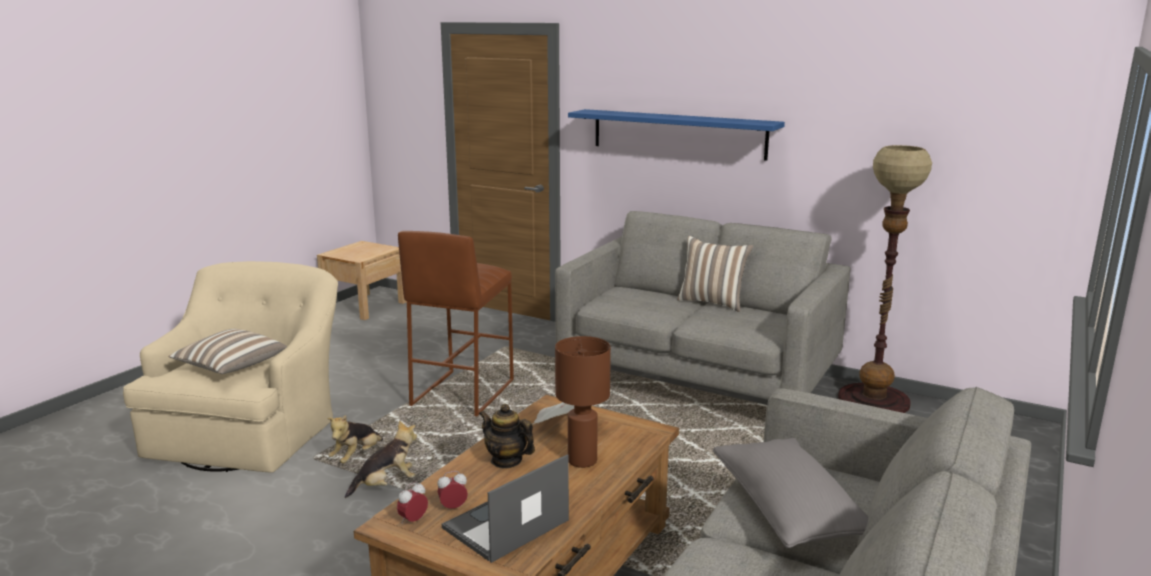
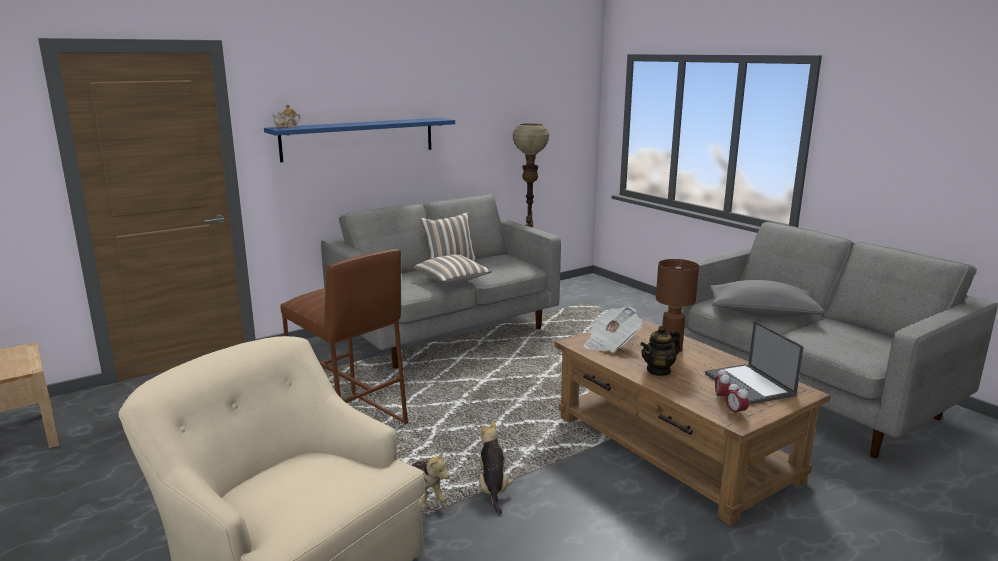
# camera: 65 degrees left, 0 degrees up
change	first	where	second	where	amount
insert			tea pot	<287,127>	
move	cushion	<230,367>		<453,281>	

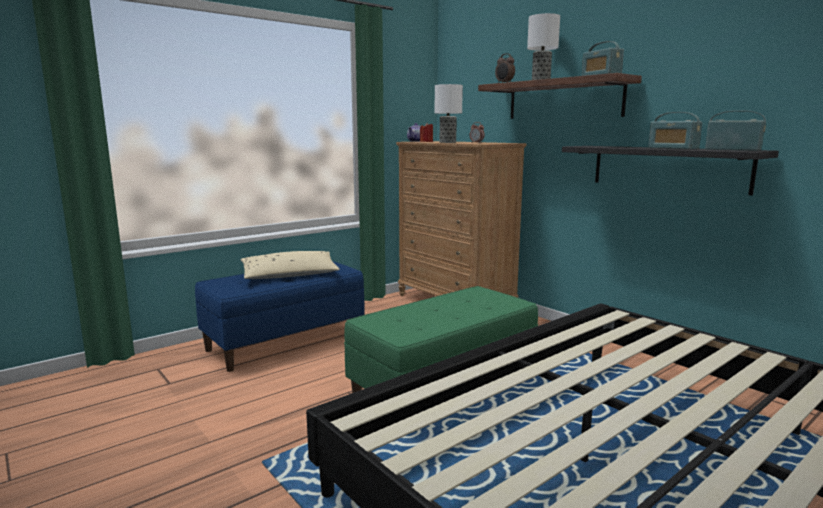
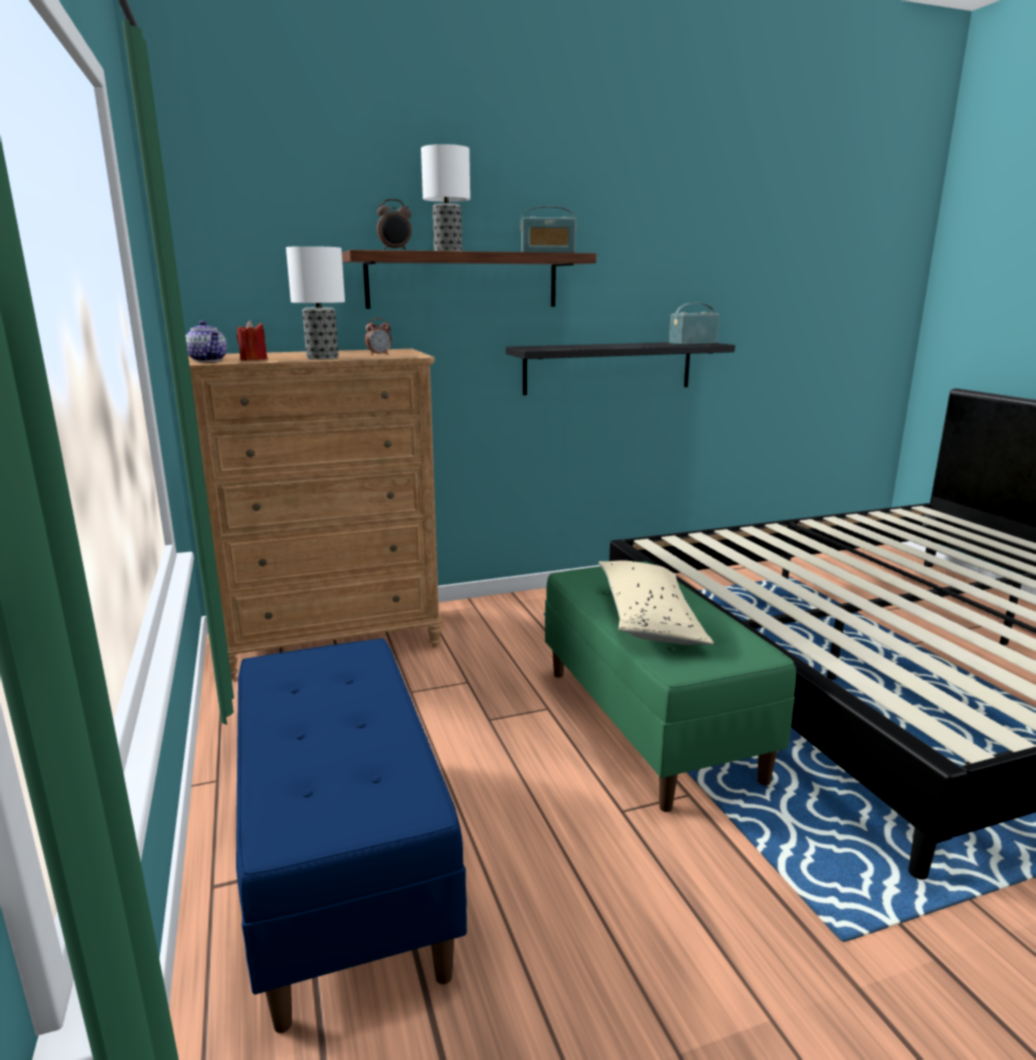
# camera: 70 degrees left, 5 degrees up
change	first	where	second	where	amount
move	beige-coloured cushion	<290,275>		<649,618>	
delete	radio	<673,148>			

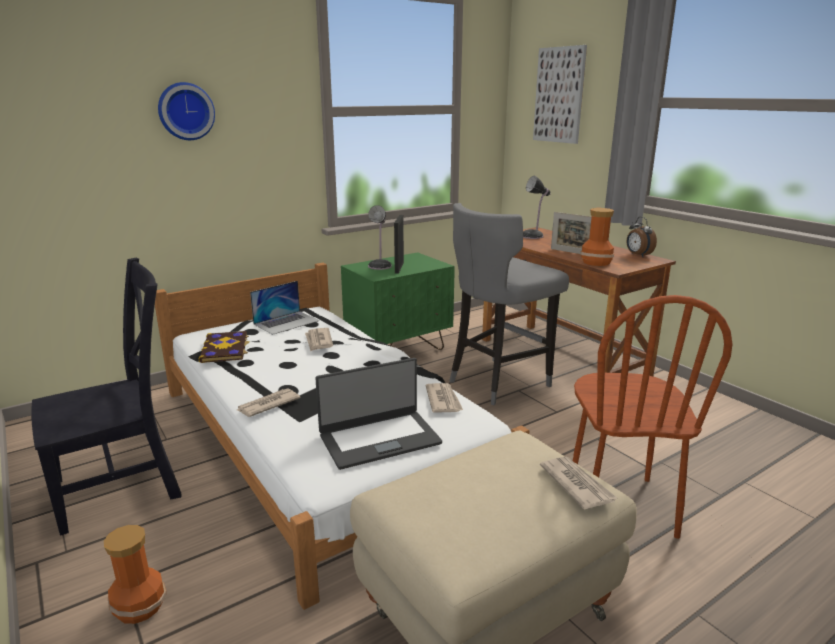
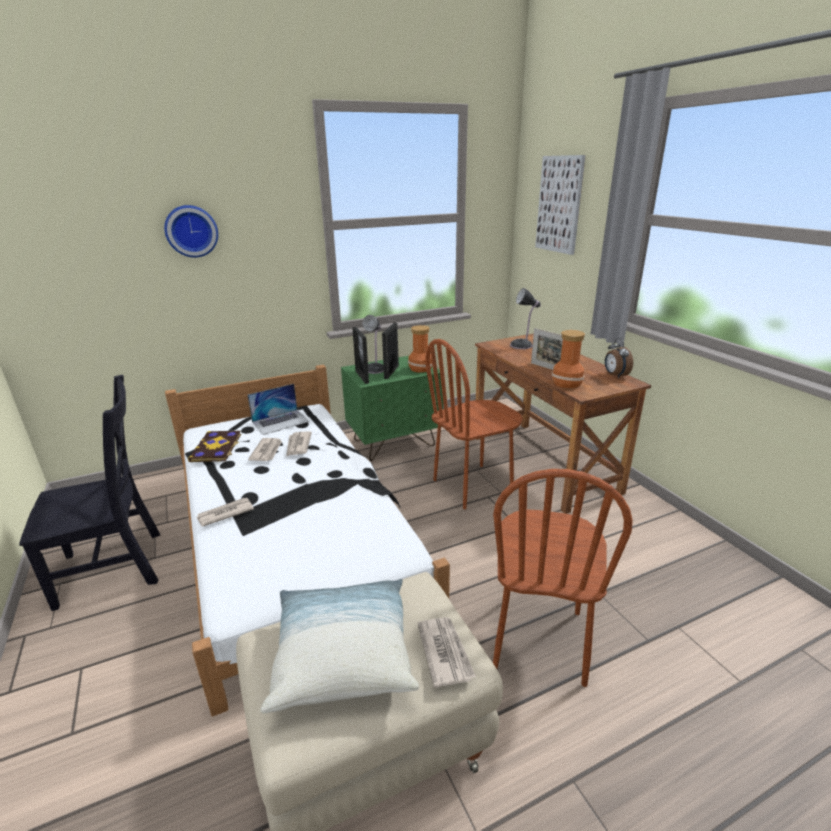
# camera: 10 degrees right, 5 degrees up
change	first	where	second	where	amount
move	daily paper	<443,400>		<267,451>	
insert			cushion	<343,655>	
insert			photo frame	<362,377>	
move	vase	<138,607>		<420,368>	
replace	gray stool	<498,381>	brownish plain chair	<472,485>	
delete	laptop	<379,439>			

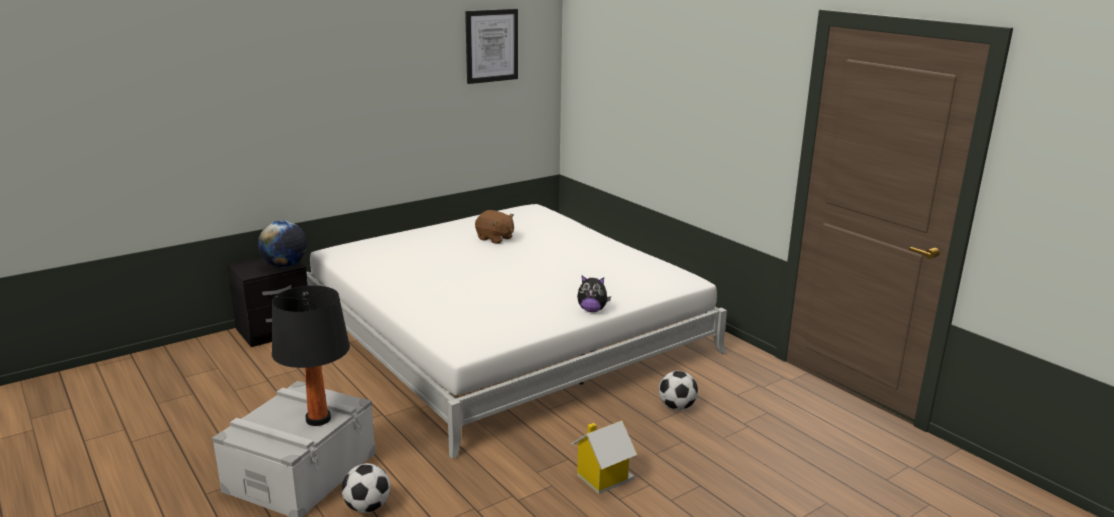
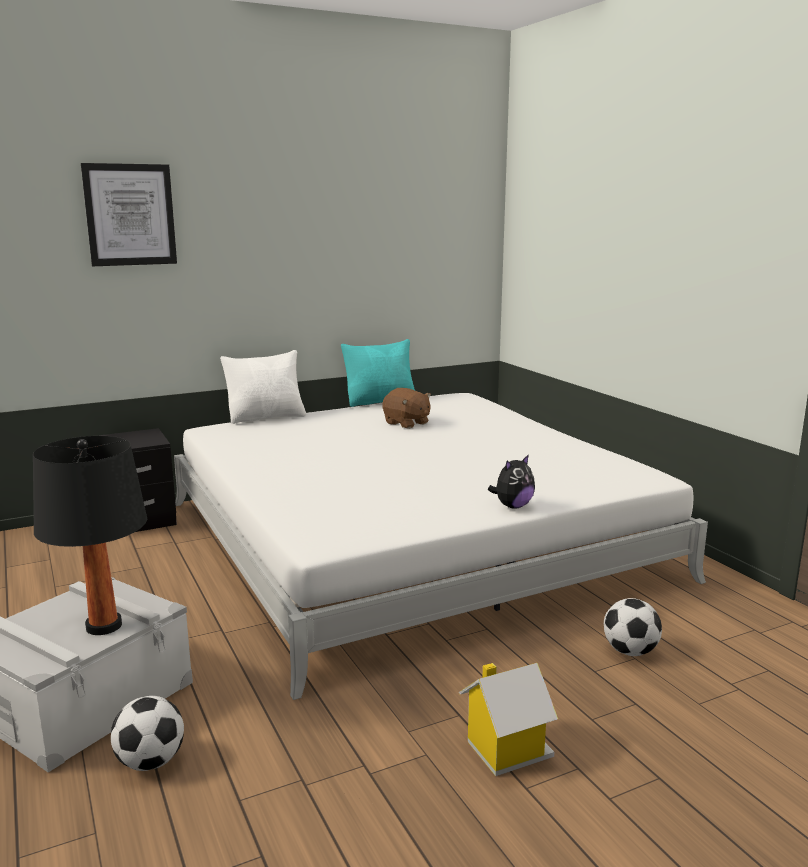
# camera: 10 degrees right, 5 degrees down
change	first	where	second	where	amount
move	wall art	<491,46>		<130,215>	
insert			white cushion	<266,417>	
insert			blue-green cushion	<381,402>	
rotate	soft toy	<592,310>		<512,506>	60 degrees counterclockwise
delete	world globe	<285,265>			

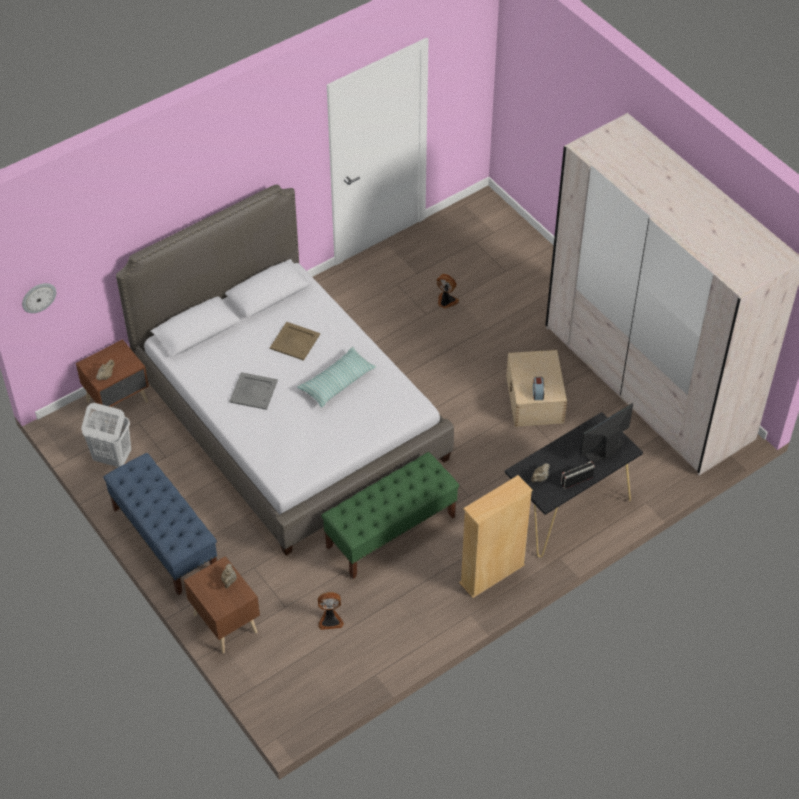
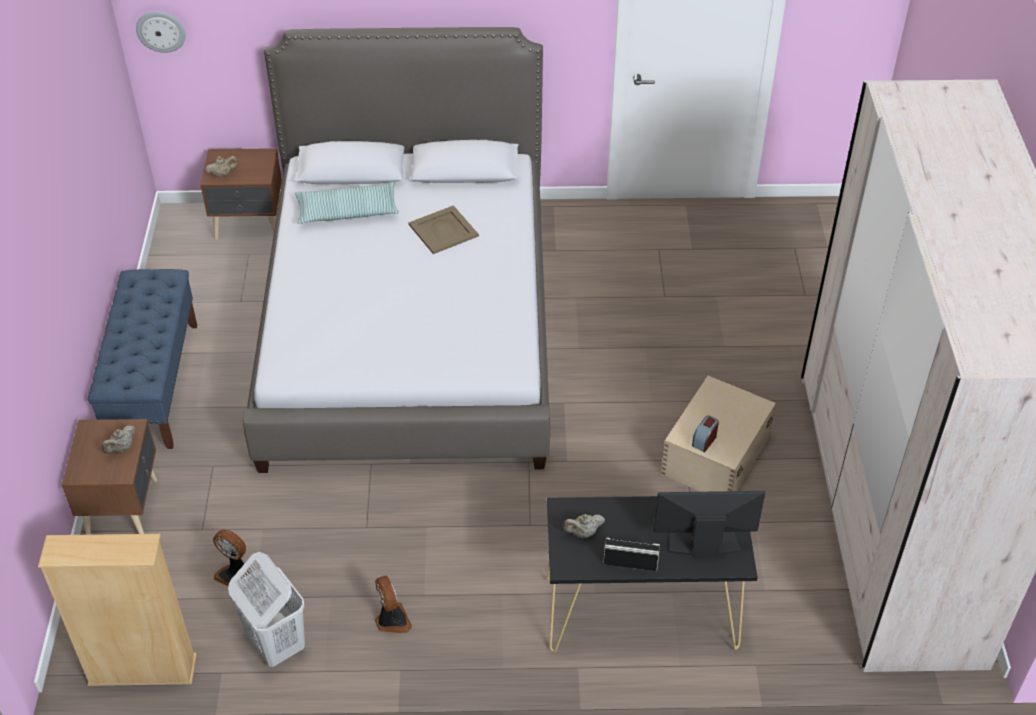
# camera: 35 degrees right, 5 degrees down
change	first	where	second	where	amount
move	beige-coloured bookcase	<492,574>		<142,670>	
move	white hamper	<112,457>		<276,644>	
move	cushion	<337,382>		<348,211>	
move	electric fan	<446,301>		<391,620>	
delete	gray serving tray	<254,391>			
delete	green long seat	<391,531>			

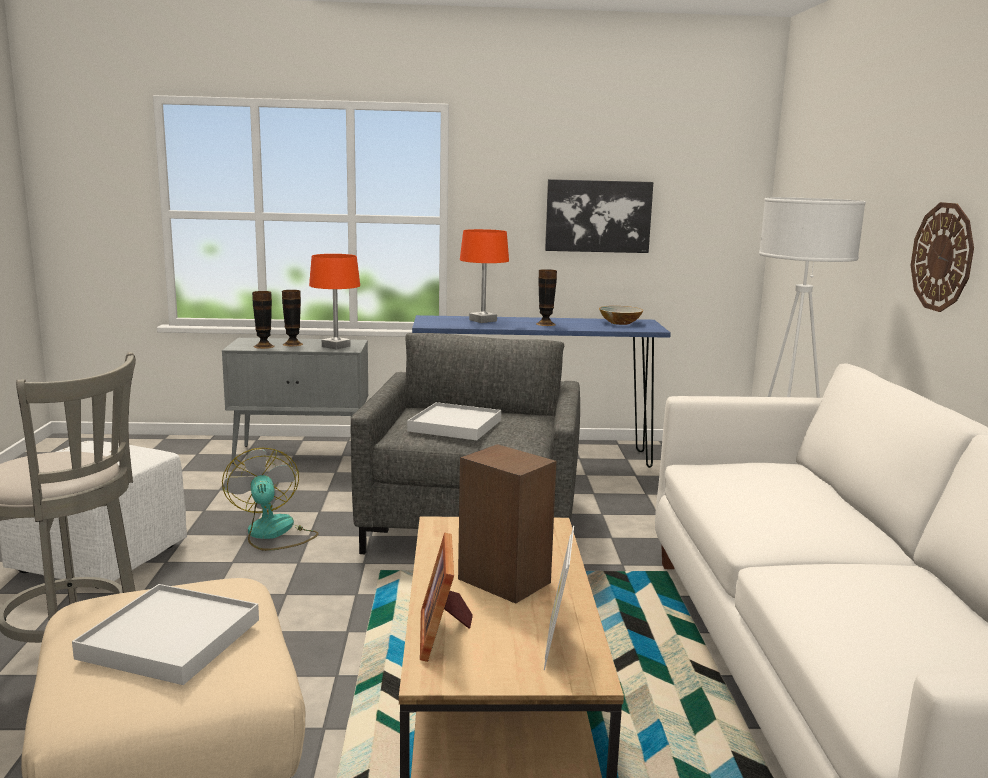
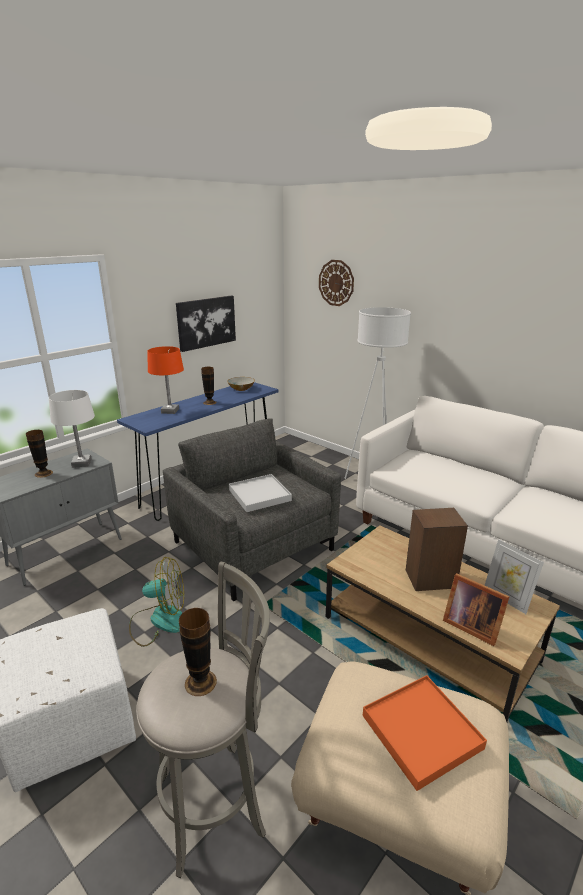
# camera: 45 degrees left, 10 degrees up
change	first	where	second	where	amount
recolor	orange table lamp	<335,346>	white table lamp	<81,463>	
rotate	electric fan	<273,533>		<159,620>	150 degrees clockwise
move	vase	<264,346>		<200,682>	
move	clock on the wall	<942,257>		<336,283>	
recolor	white serving tray	<170,639>	orange serving tray	<421,732>	

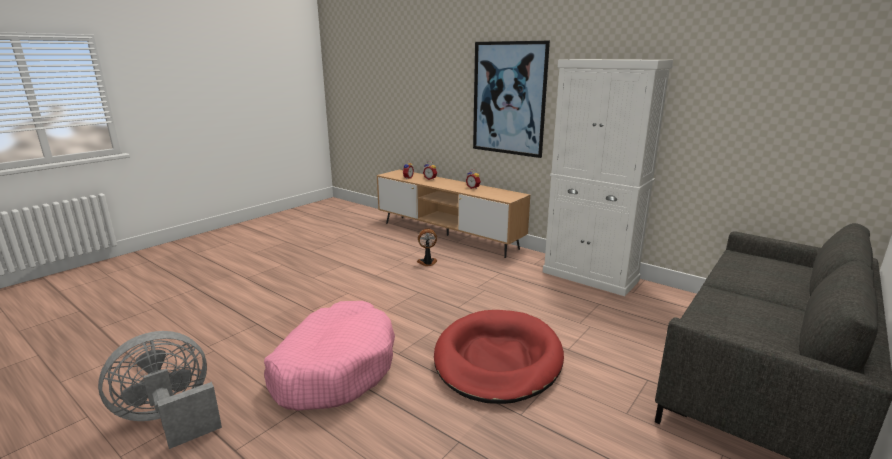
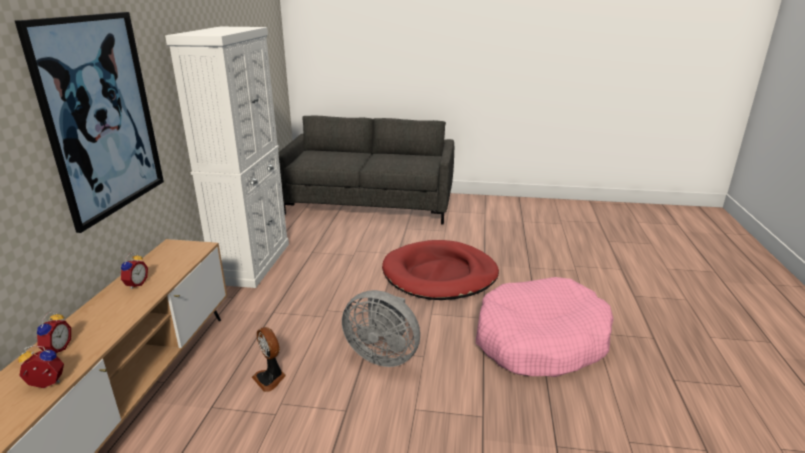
# camera: 120 degrees left, 5 degrees up
change	first	where	second	where	amount
move	gray electric fan	<170,419>		<383,355>	

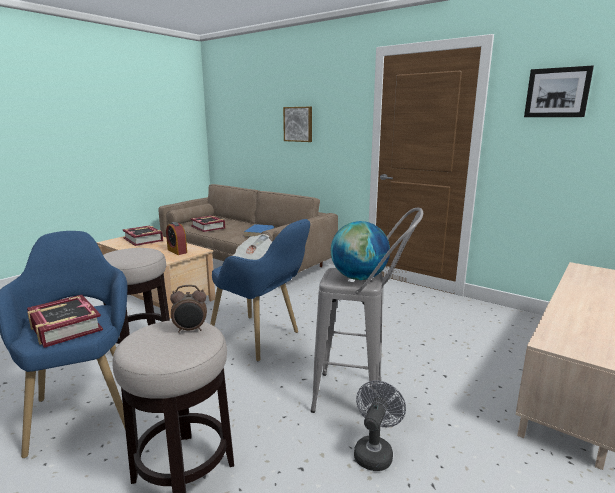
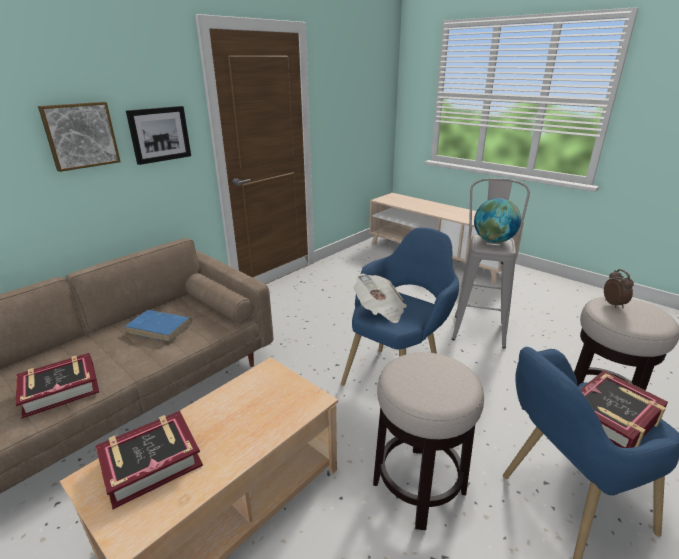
# camera: 85 degrees left, 10 degrees up
change	first	where	second	where	amount
move	wall art	<557,92>		<159,134>	
delete	bedside clock	<177,251>			
delete	gray electric fan	<374,451>			

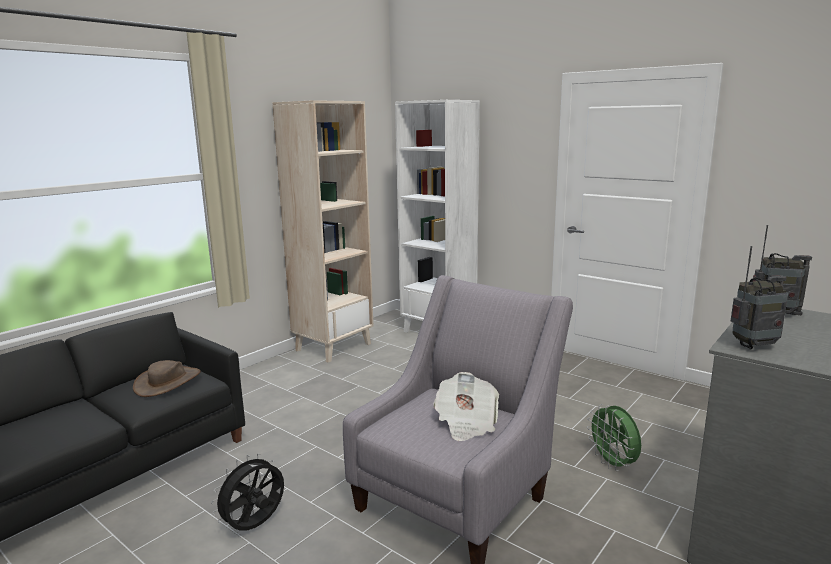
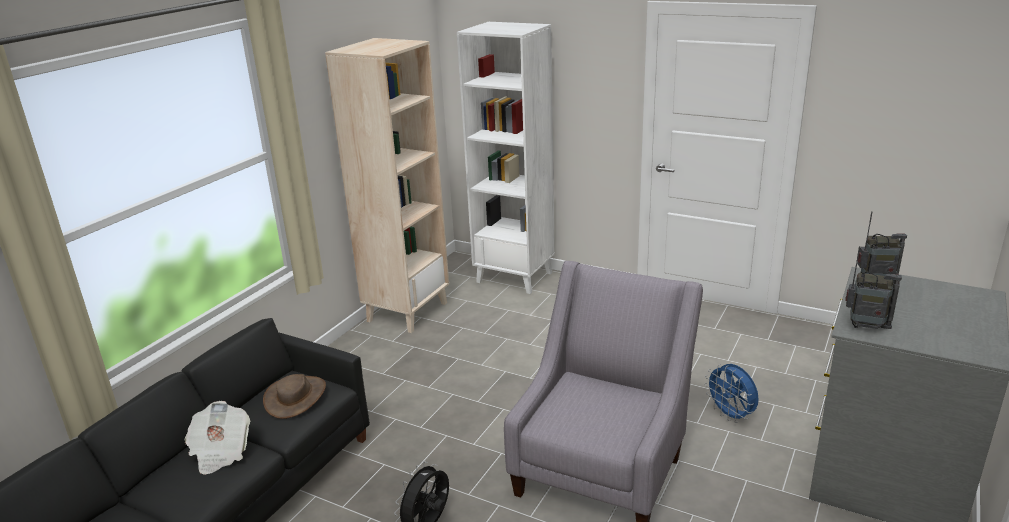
# camera: 10 degrees left, 10 degrees up
change	first	where	second	where	amount
move	daily paper	<466,423>		<220,451>	
recolor	green electric fan	<613,464>	blue-coloured electric fan	<731,415>	
rotate	radio	<754,346>		<866,327>	45 degrees clockwise

